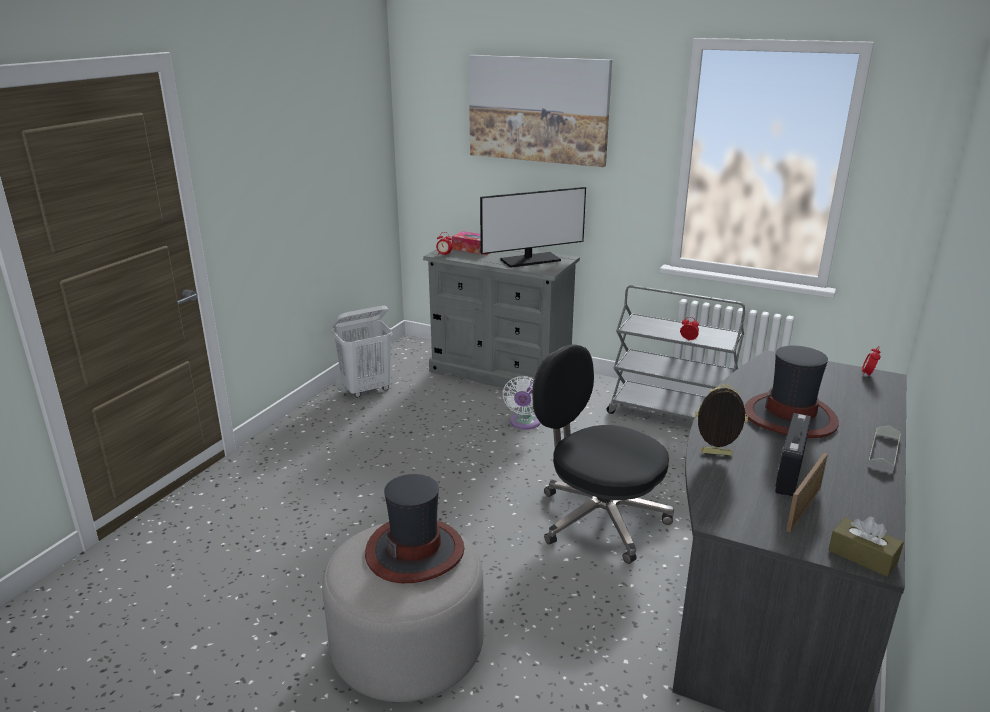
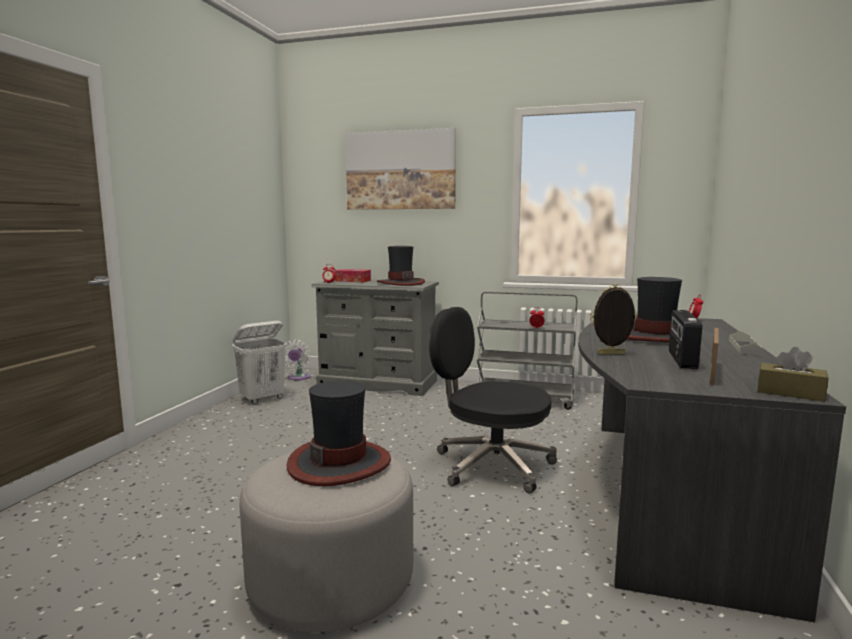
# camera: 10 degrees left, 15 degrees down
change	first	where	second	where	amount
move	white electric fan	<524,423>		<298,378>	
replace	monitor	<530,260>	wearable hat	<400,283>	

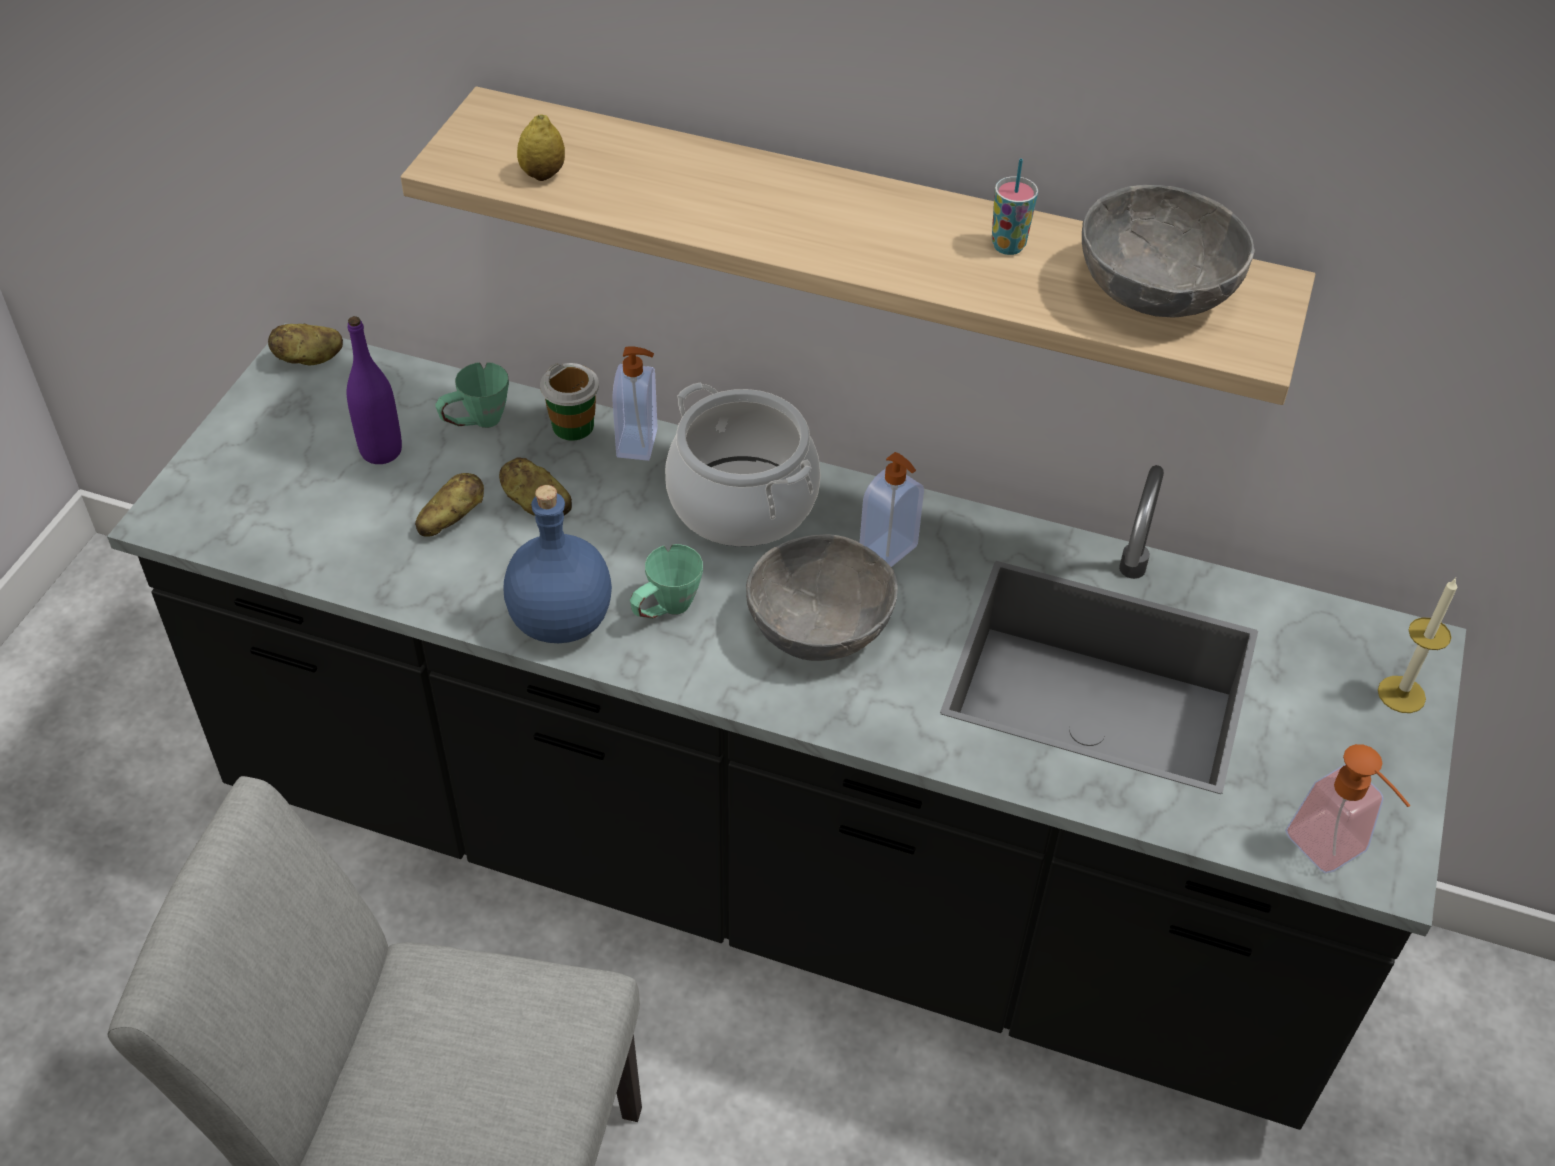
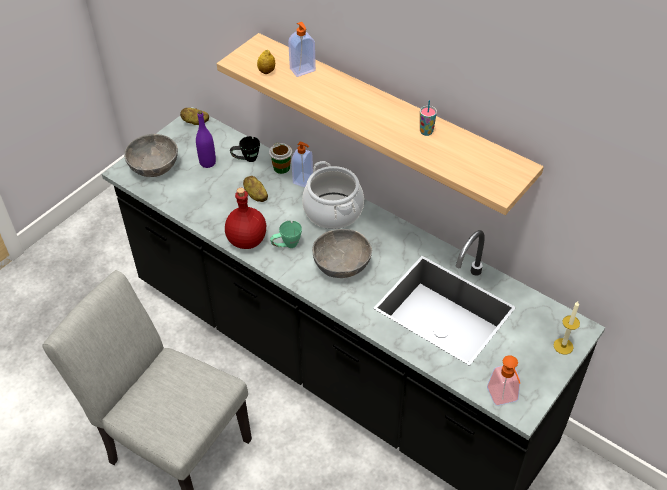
# camera: 20 degrees right, 0 degrees up
change	first	where	second	where	amount
move	gray serving bowl	<1155,291>		<154,167>	
recolor	blue-coloured drink bottle	<559,620>	red drink bottle	<246,240>	
recolor	green coffee mug	<476,424>	black-coloured coffee mug	<246,159>	
move	soap bottle	<889,551>		<303,70>	
delete	whole potato	<451,519>			

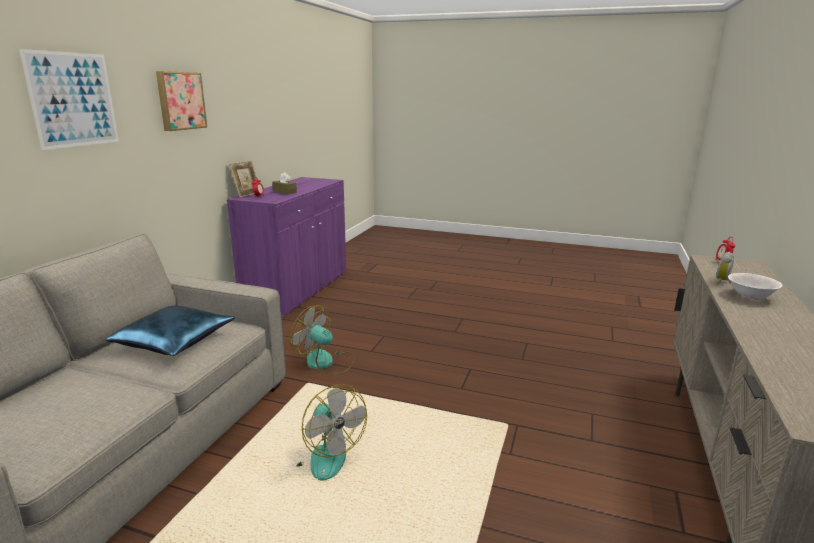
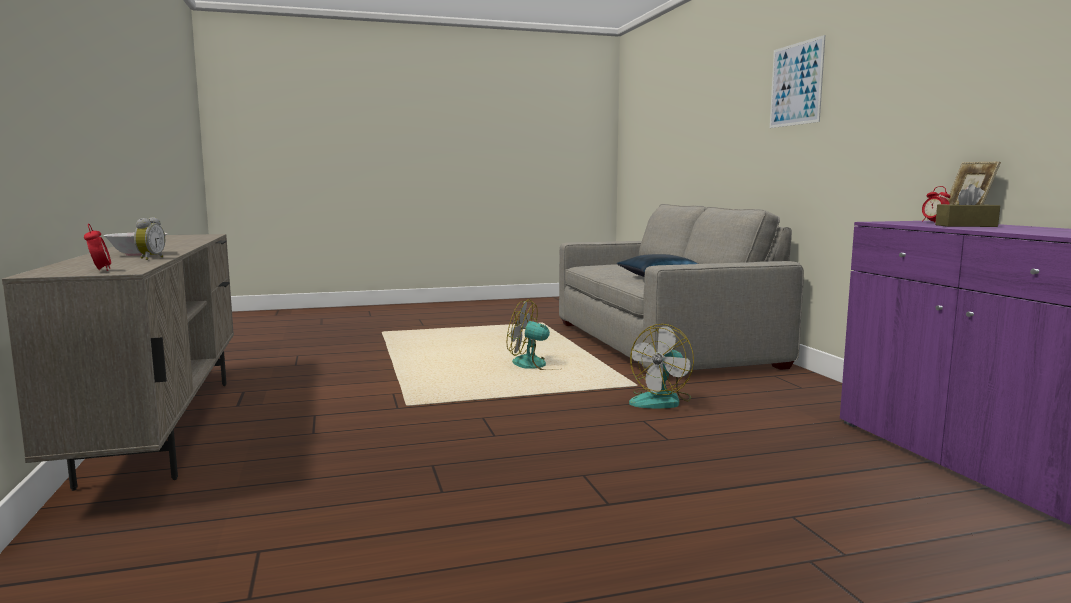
# camera: 145 degrees right, 10 degrees down
change	first	where	second	where	amount
rotate	electric fan	<326,362>		<661,400>	135 degrees clockwise
delete	wall art	<180,101>			

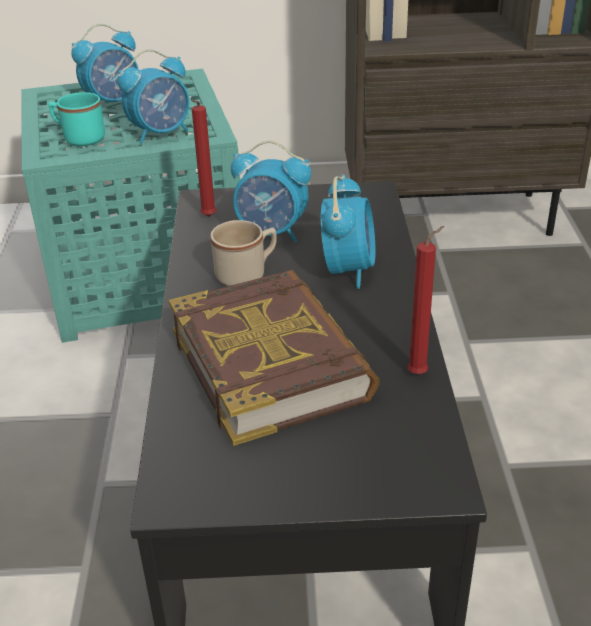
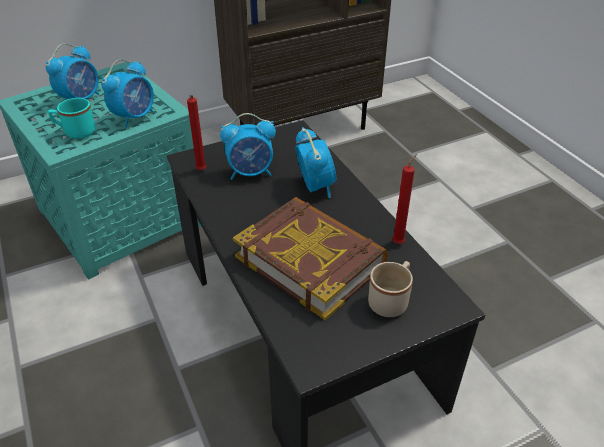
# camera: 25 degrees left, 5 degrees up
change	first	where	second	where	amount
move	beige-coloured coffee mug	<247,274>		<391,300>	

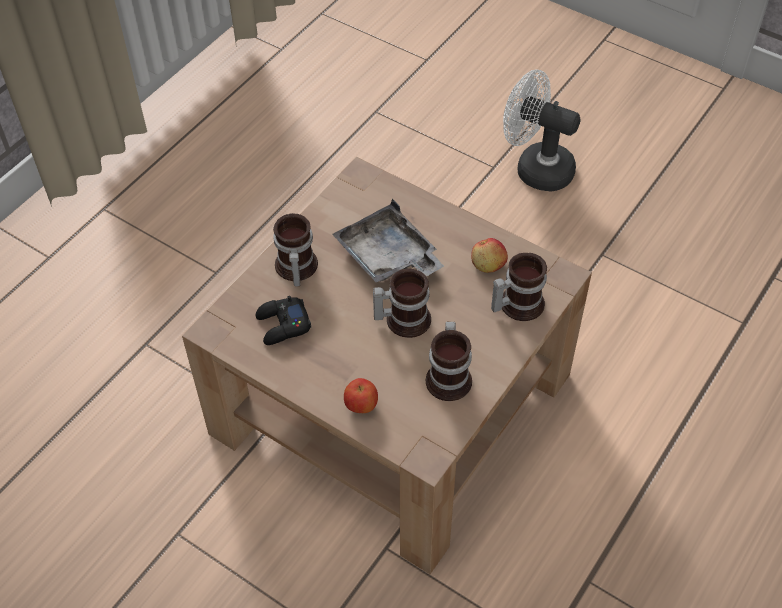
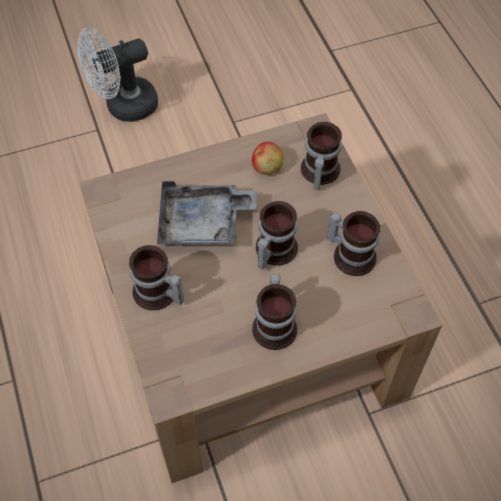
# camera: 55 degrees left, 5 degrees up
change	first	where	second	where	amount
insert			coffee mug	<276,325>	
delete	black-coloured joypad	<283,325>			
delete	whole apple	<361,406>			

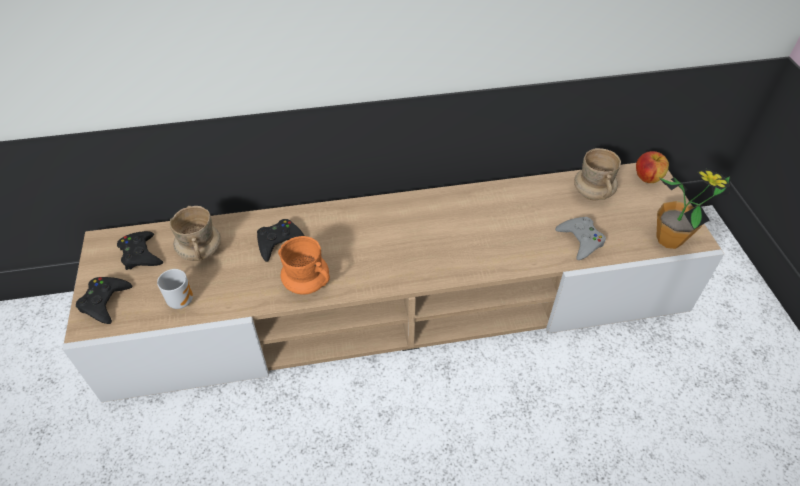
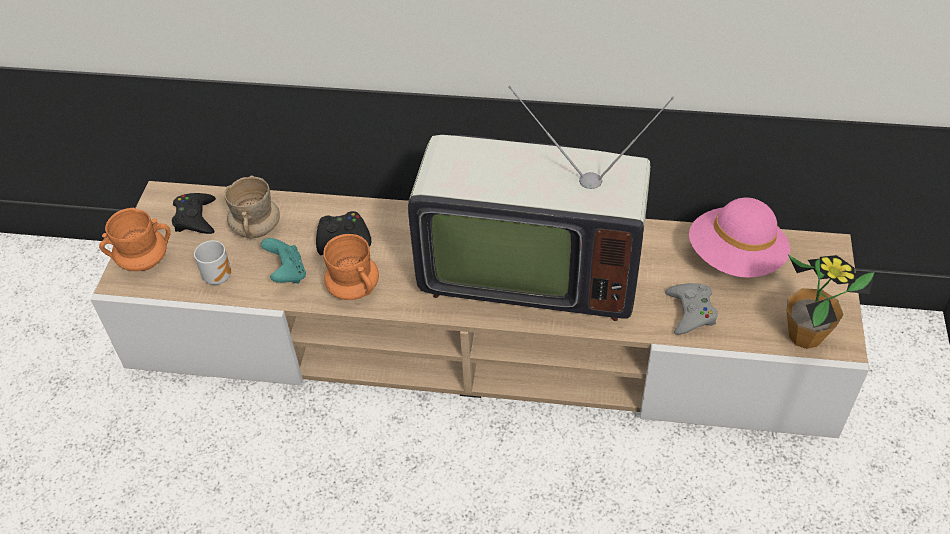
# camera: 20 degrees right, 0 degrees up
change	first	where	second	where	amount
replace	black-coloured joypad	<105,302>	orange coffee mug	<144,260>	
insert			blue-green joypad	<287,273>	
insert			TV set	<527,270>	
replace	beige-coloured coffee mug	<592,193>	pink-coloured wearable hat	<735,258>	
delete	whole apple	<647,178>			

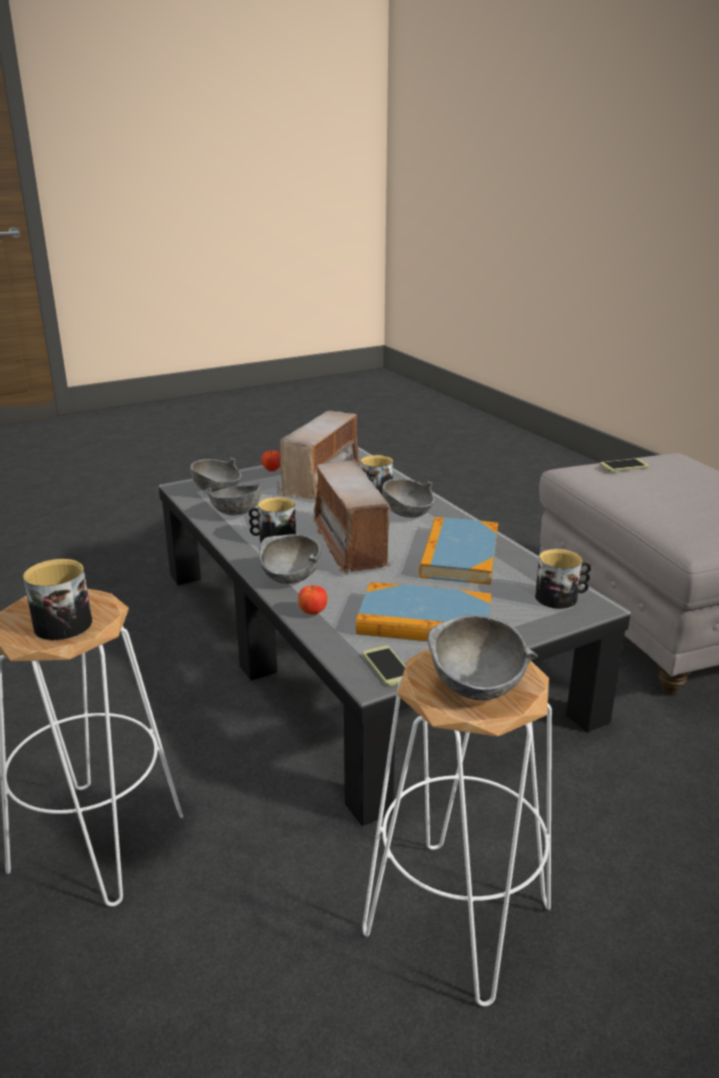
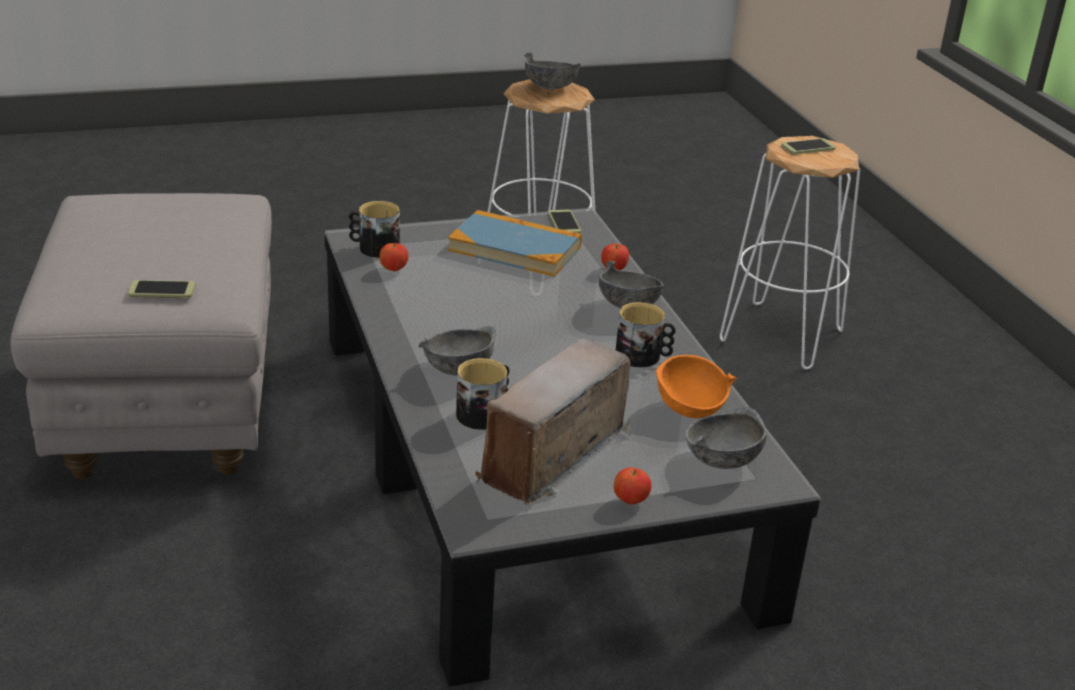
# camera: 170 degrees left, 5 degrees up
change	first	where	second	where	amount
insert			whole apple	<393,269>	
recolor	gray serving bowl	<236,513>	orange serving bowl	<690,409>	
replace	coffee mug	<61,621>	phone	<808,147>	
delete	radio	<351,545>			
delete	bound book	<459,555>			

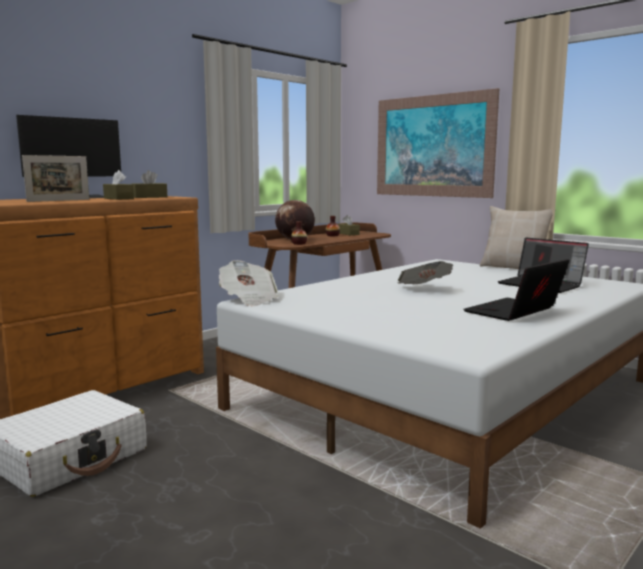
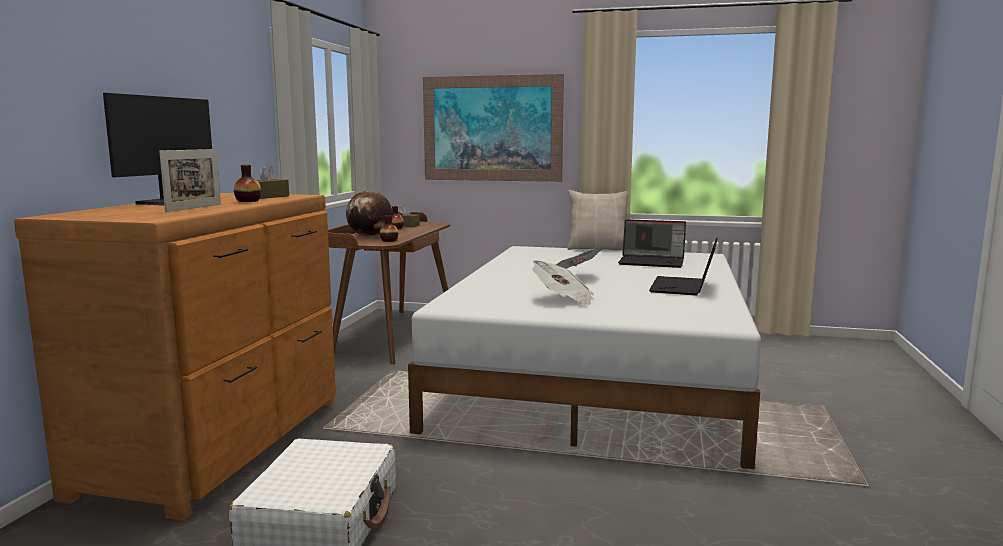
# camera: 30 degrees left, 0 degrees up
change	first	where	second	where	amount
replace	brownish tissue box	<118,198>	vase	<248,201>	
move	daily paper	<248,299>		<563,300>	

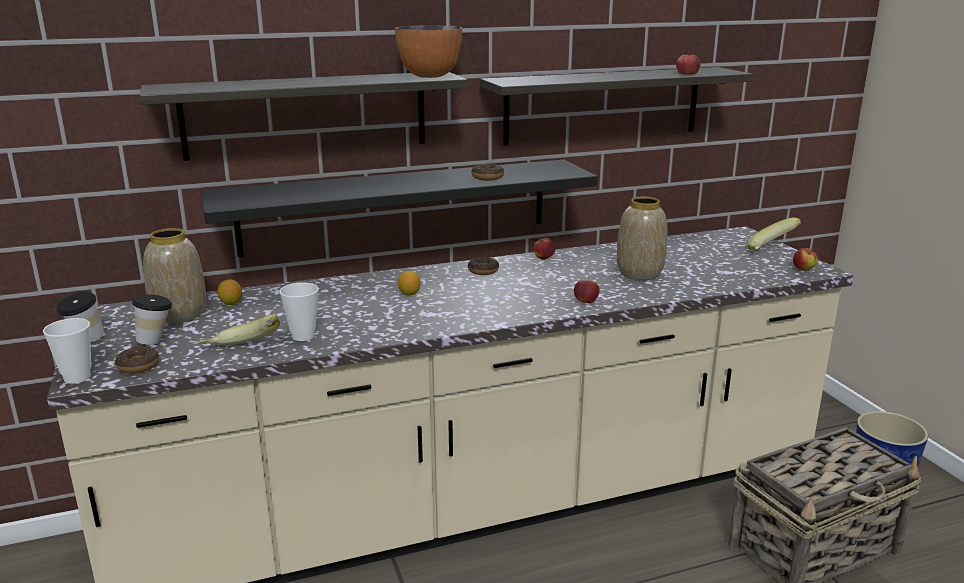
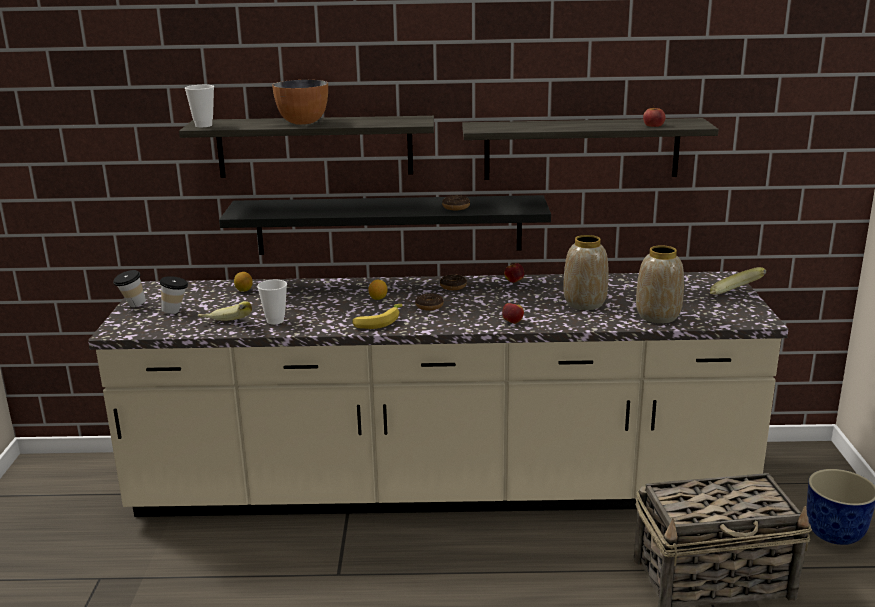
# camera: 20 degrees right, 0 degrees up
change	first	where	second	where	amount
move	small cup	<77,377>		<203,125>	
move	serving bowl	<430,76>		<303,122>	
insert			banana	<378,322>	
move	donut	<138,366>		<429,306>	
move	vase	<180,315>		<658,317>	
delete	whole apple	<803,269>			

